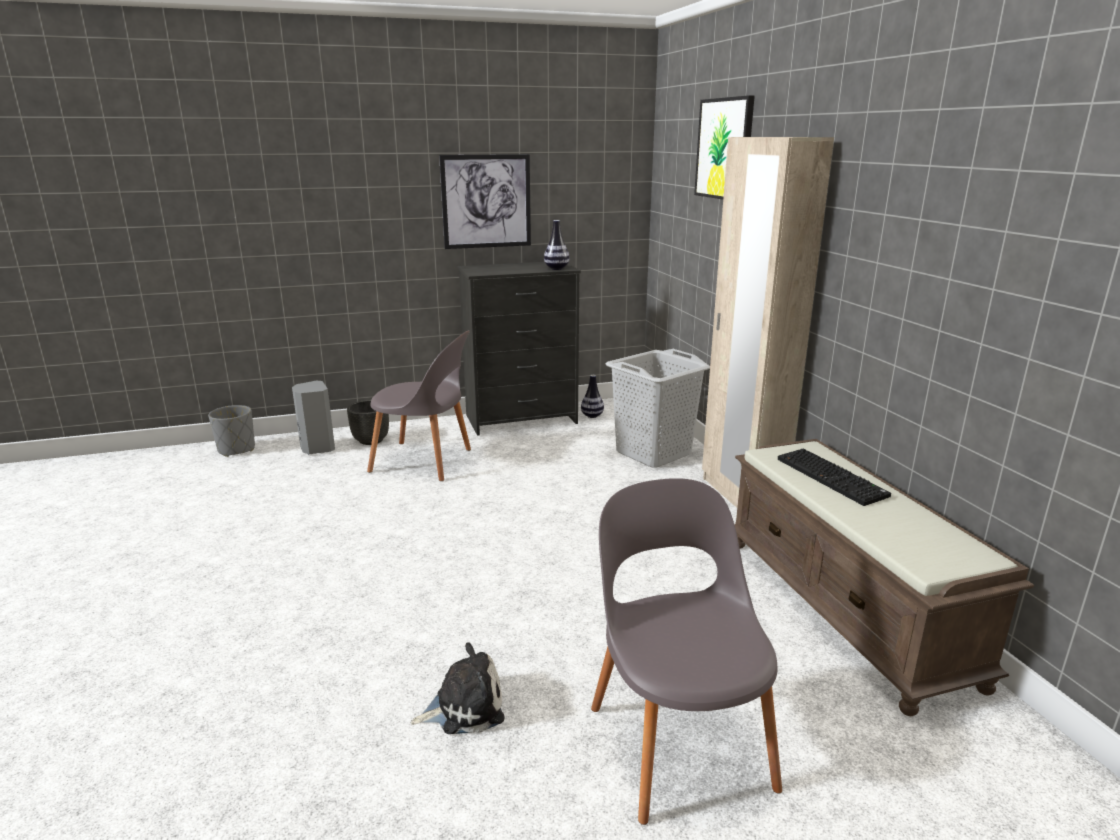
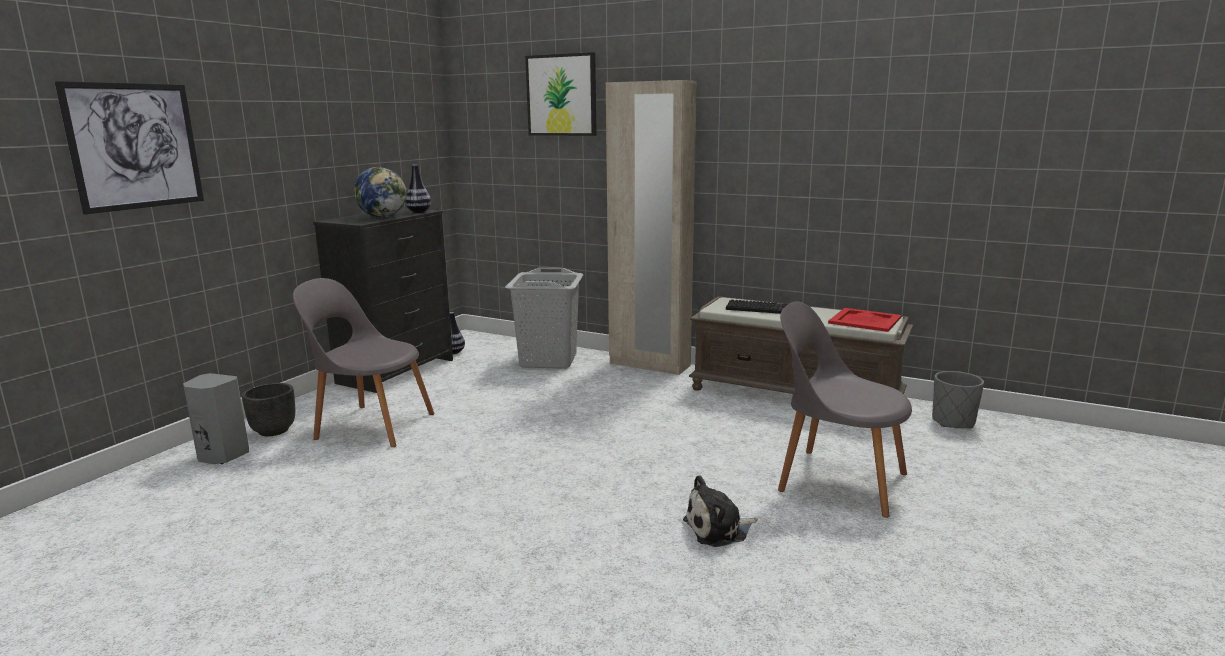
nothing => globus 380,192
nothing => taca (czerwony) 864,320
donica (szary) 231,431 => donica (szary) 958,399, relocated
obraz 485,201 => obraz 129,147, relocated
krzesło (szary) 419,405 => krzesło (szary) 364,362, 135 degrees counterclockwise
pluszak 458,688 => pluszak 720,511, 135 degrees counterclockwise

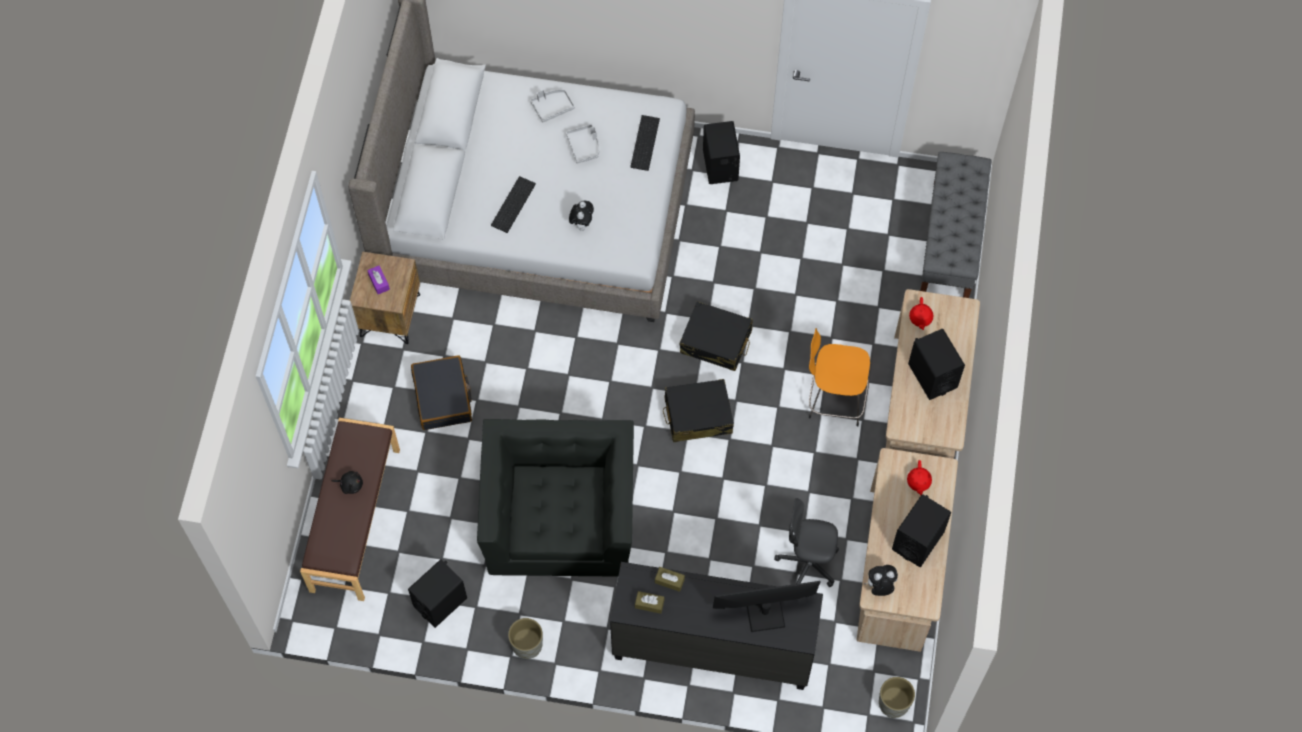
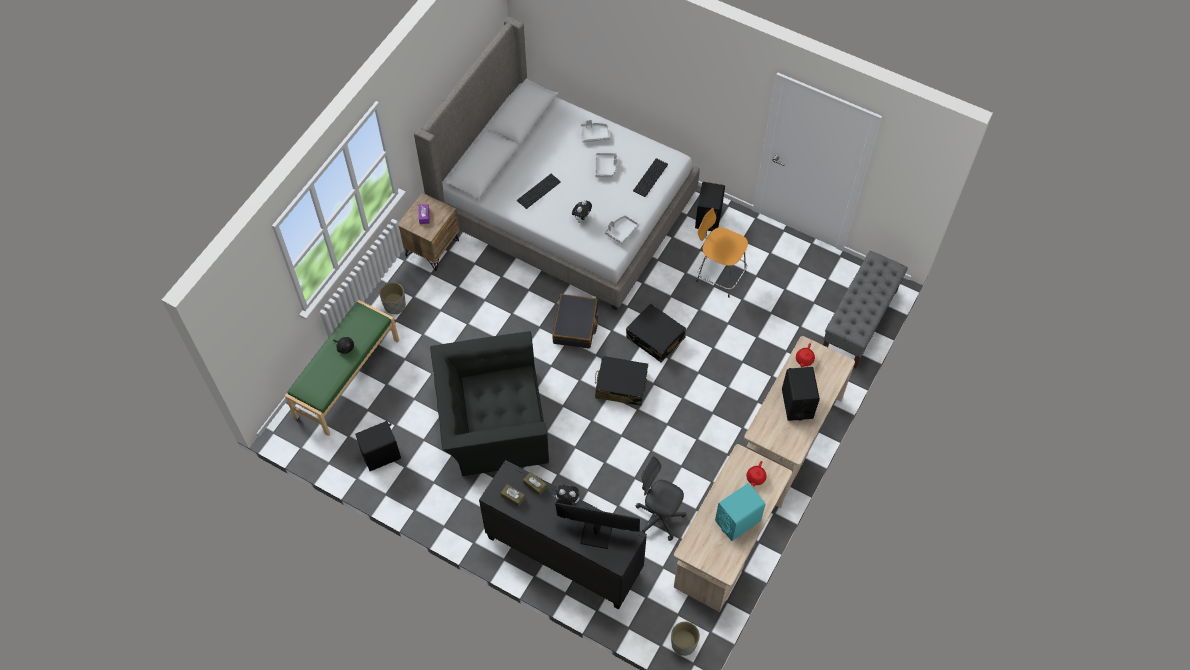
nothing => taca (szary) 622,229
walizka (czarny) 441,392 => walizka (czarny) 575,321, relocated
donica (szary) 525,638 => donica (szary) 392,298, relocated
stołek (pomarańczowy) 839,377 => stołek (pomarańczowy) 722,253, relocated
pluszak 881,580 => pluszak 566,495, relocated
ławka (brązowy) 350,509 => ławka (zielony) 342,368
głośnik (czarny) 921,530 => głośnik (turkusowy) 740,512
fotel (czarny) 555,498 => fotel (czarny) 489,403, 120 degrees counterclockwise

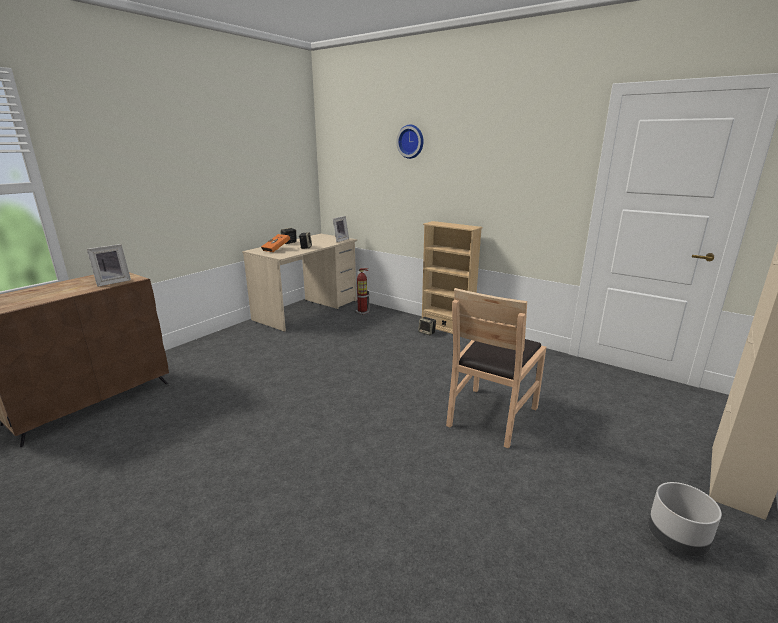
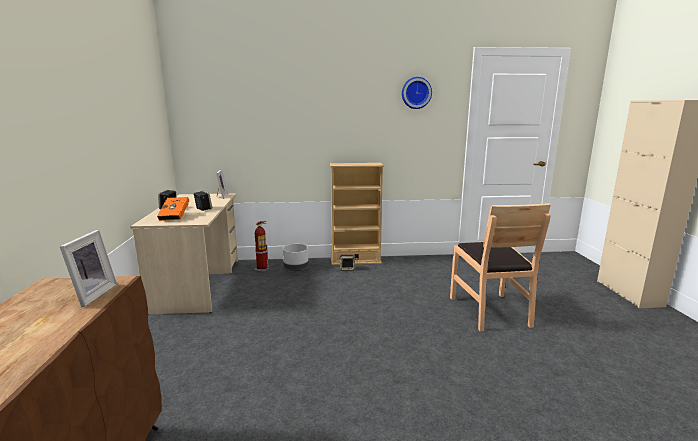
zegar ścienny 410,142 => zegar ścienny 417,93, relocated
donica (szary) 685,519 => donica (szary) 296,257, relocated

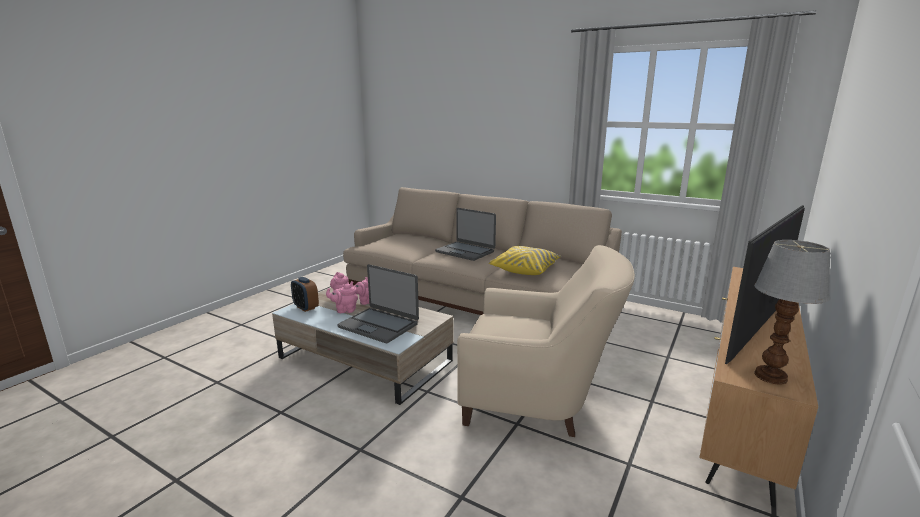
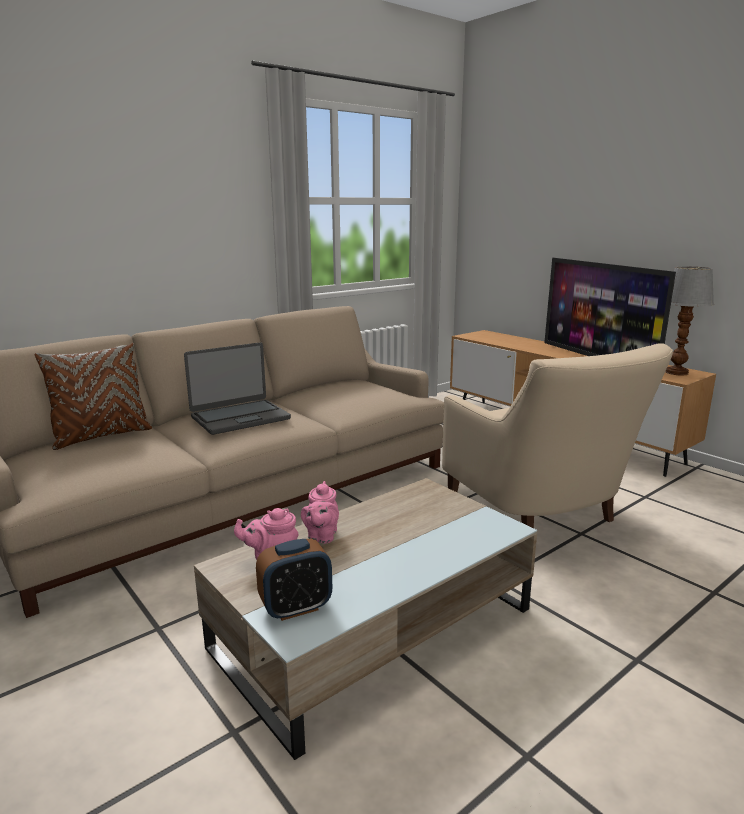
imbryk (różowy) 342,298 => nothing
laptop 378,303 => nothing
poduszka (żółty) 525,260 => nothing
nothing => poduszka (brązowy) 93,396
fotel (beżowy) 546,341 => fotel (beżowy) 557,435, 120 degrees clockwise

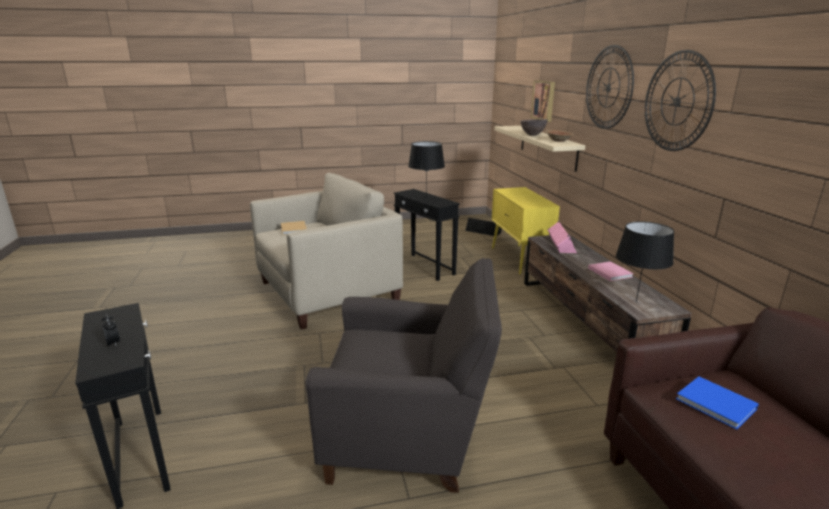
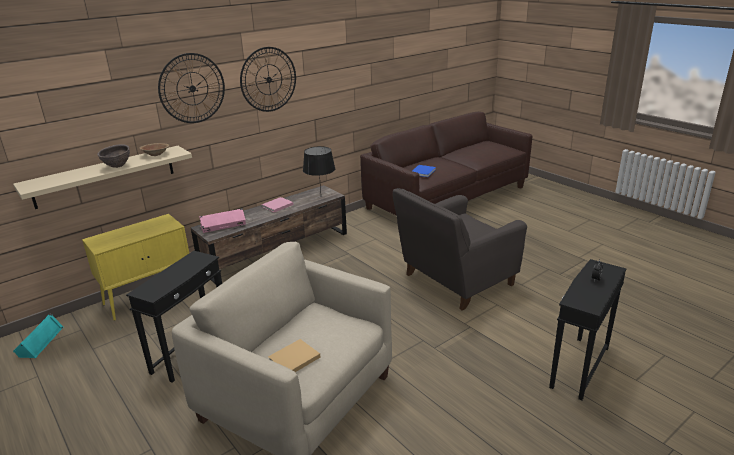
lampa stołowa (czarny) 426,170 => nothing
obraz 543,101 => nothing
głośnik (czarny) 483,227 => głośnik (turkusowy) 38,335
fotel (szary) 403,375 => fotel (szary) 460,249, 105 degrees counterclockwise

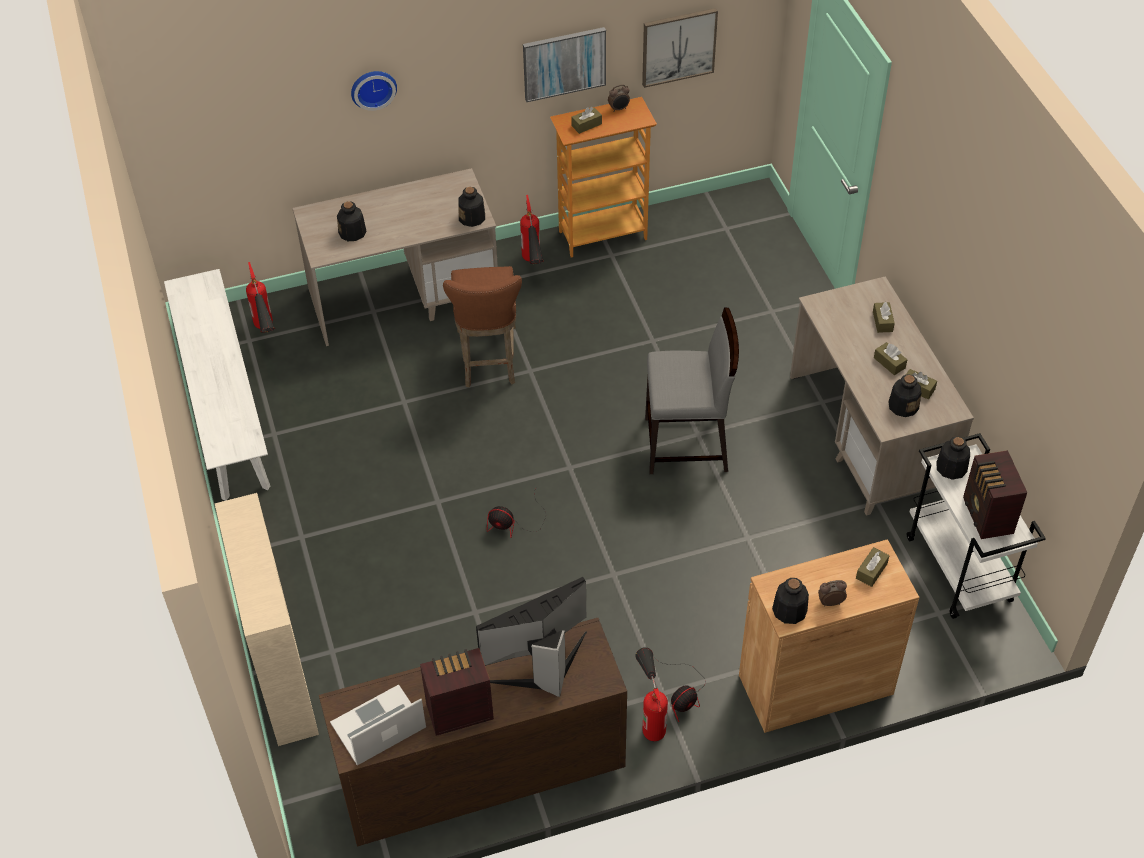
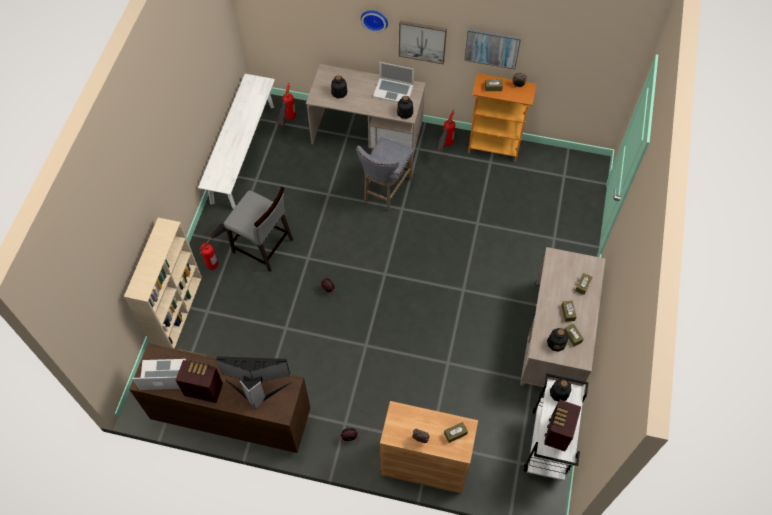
butelka 790,601 => nothing
nothing => laptop 393,82
gaśnica 652,694 => gaśnica 213,246, relocated
obraz 680,48 => obraz 423,42, relocated
krzesło (szary) 692,390 => krzesło (szary) 258,229, relocated
stołek (brązowy) 482,326 => stołek (szary) 384,174

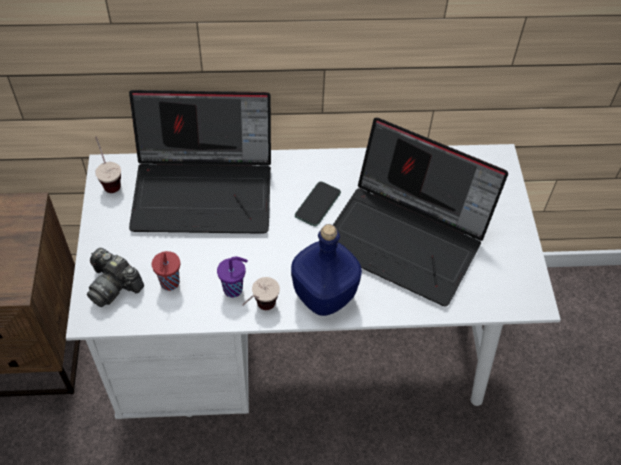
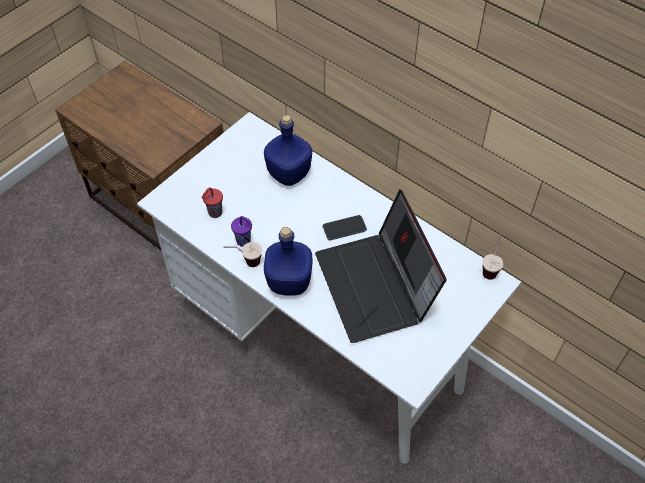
aparat fotograficzny 115,277 => nothing
filiżanka 108,165 => filiżanka 492,256, relocated
laptop 200,162 => butelka (niebieski) 288,150

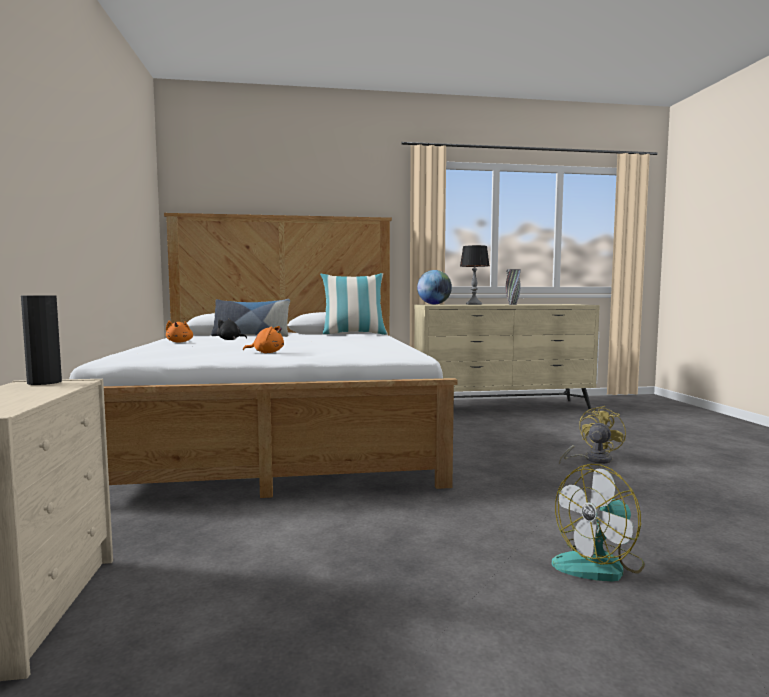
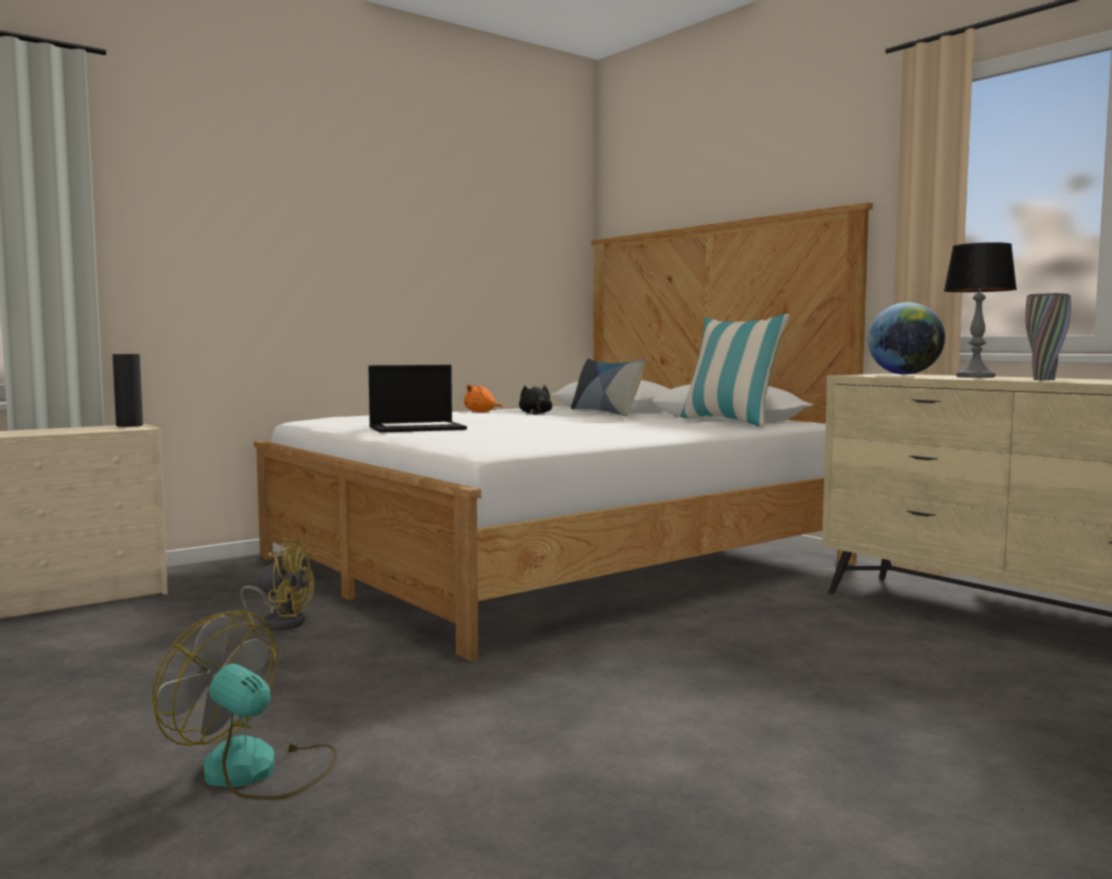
wentylator (żółty) 592,435 => wentylator (żółty) 277,584, relocated
pluszak (pomarańczowy) 263,339 => laptop 417,399

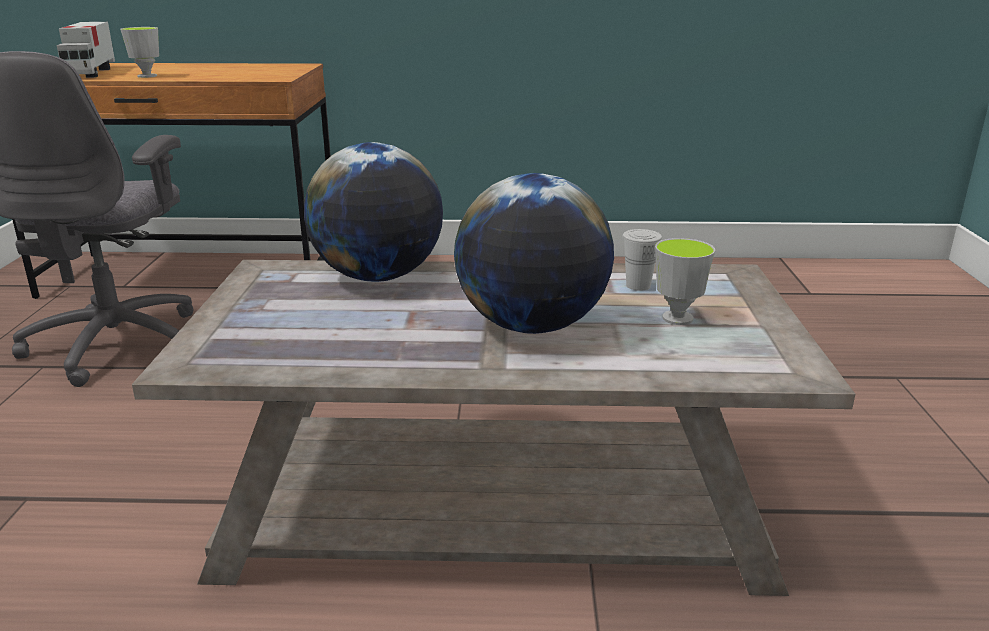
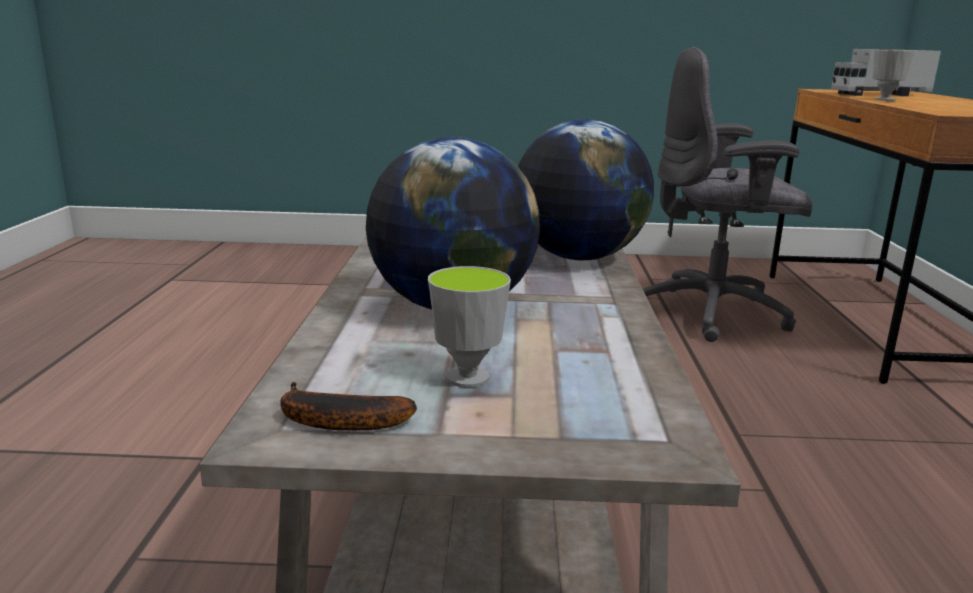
filiżanka (biały) 642,260 => nothing
nothing => banan 348,406

